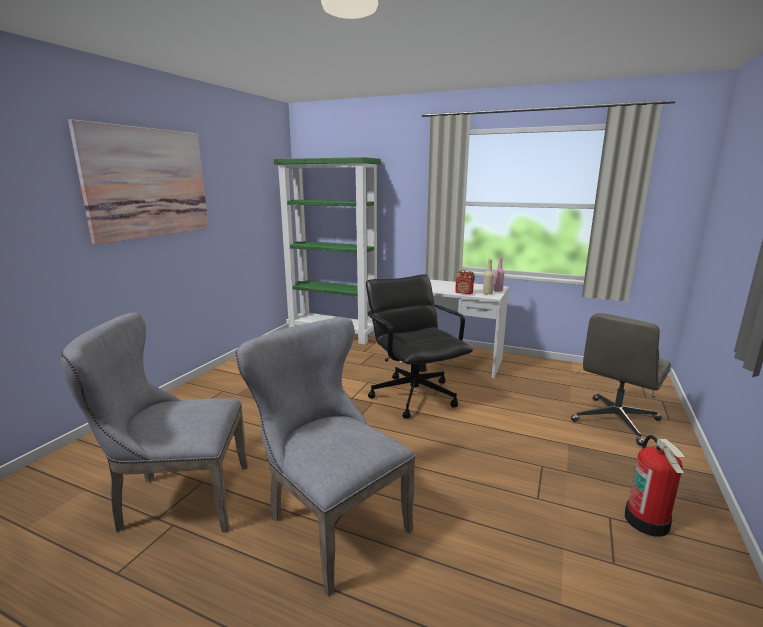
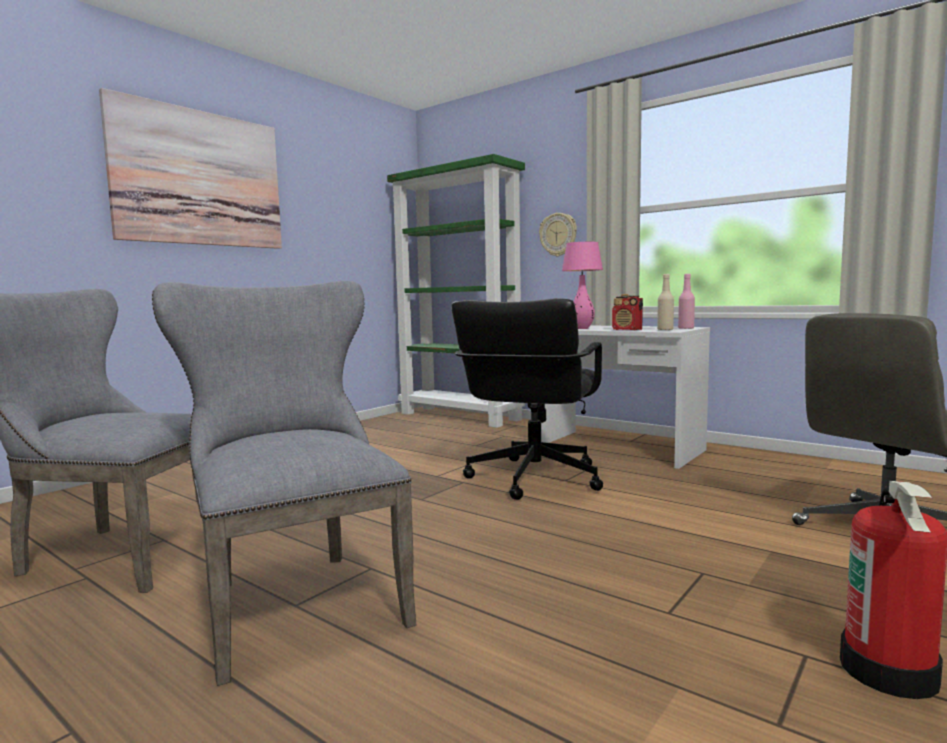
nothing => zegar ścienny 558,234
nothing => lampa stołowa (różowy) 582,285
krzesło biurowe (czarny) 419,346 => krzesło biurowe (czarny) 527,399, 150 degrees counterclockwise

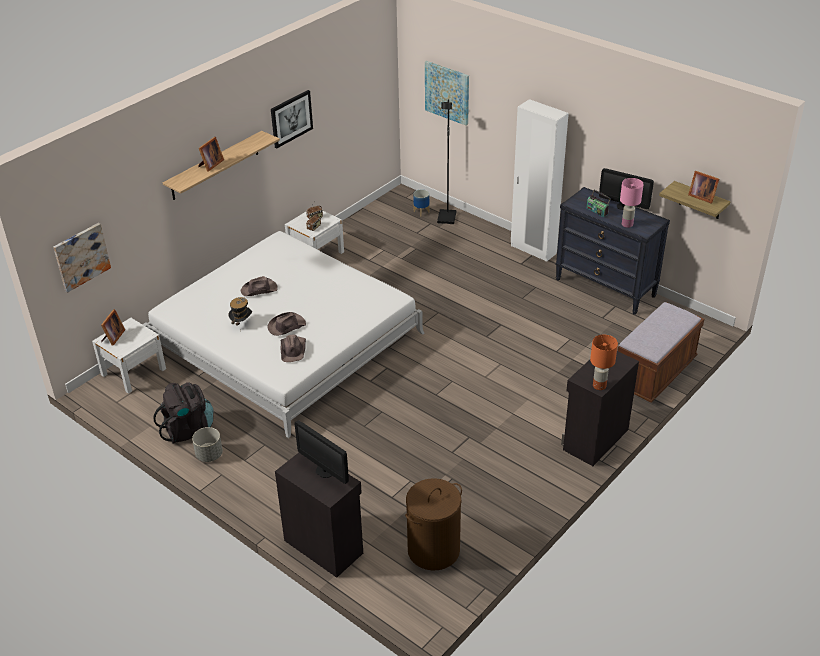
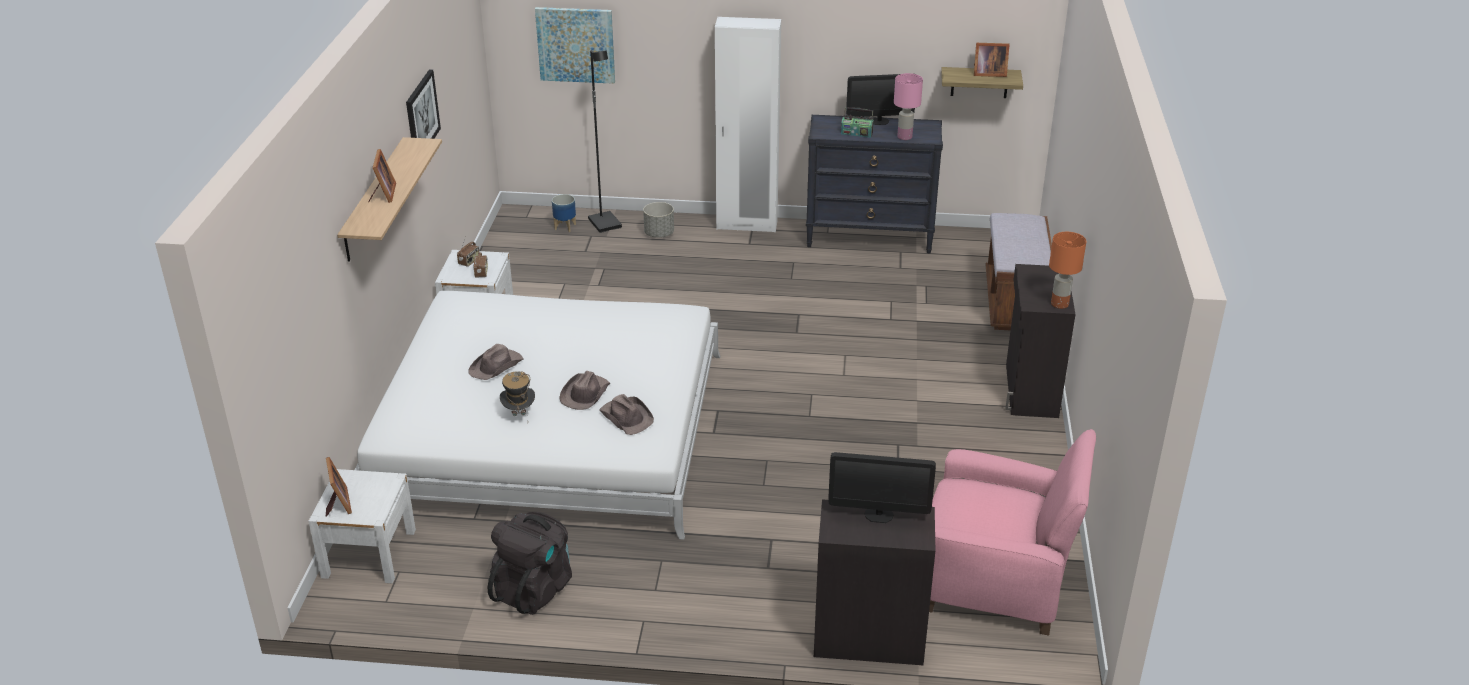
obraz 82,258 => nothing
donica (szary) 207,444 => donica (szary) 658,220, relocated
kosz na pranie (brązowy) 433,524 => fotel (różowy) 1012,532

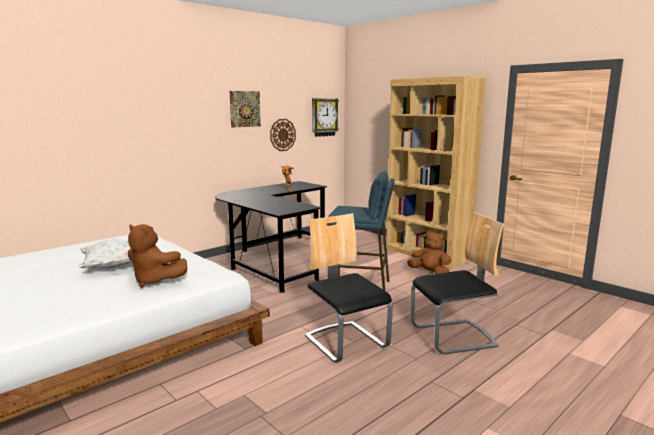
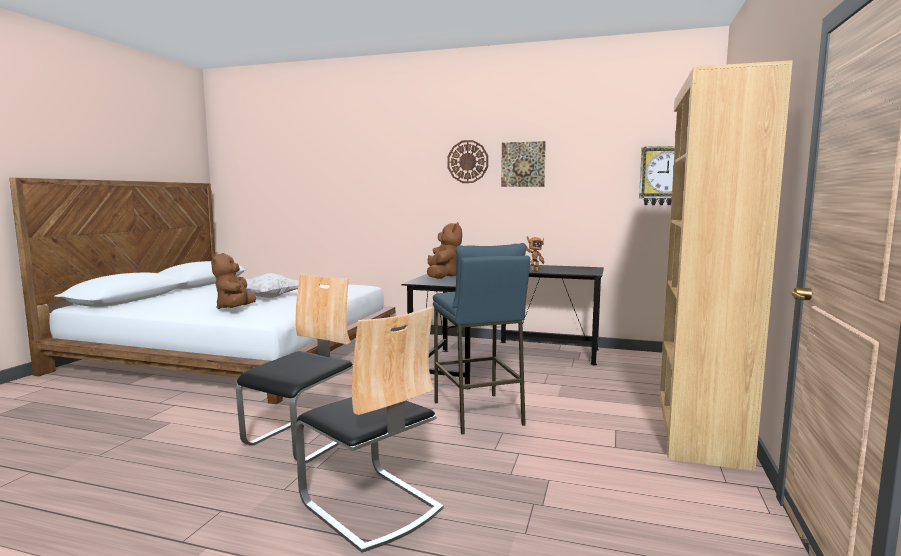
zegar ścienny 283,135 => zegar ścienny 468,161, relocated
pluszak (brązowy) 429,252 => pluszak (brązowy) 444,250, relocated

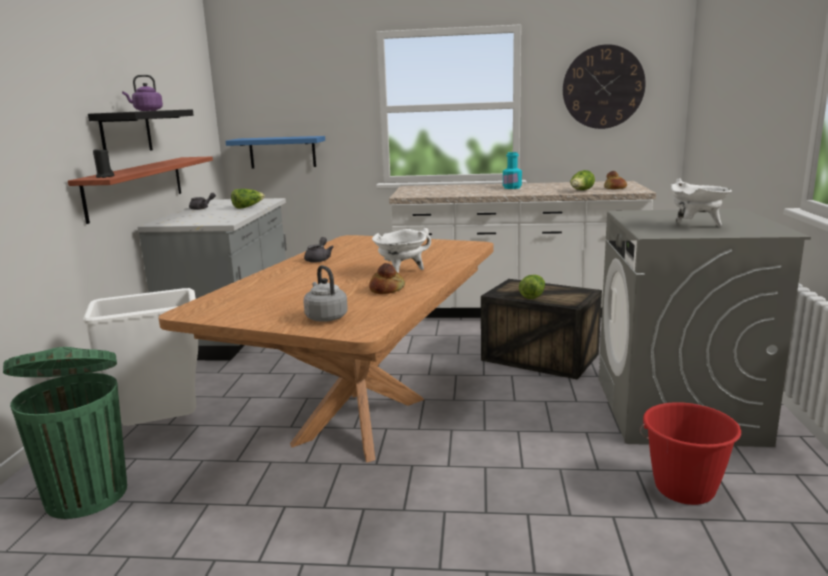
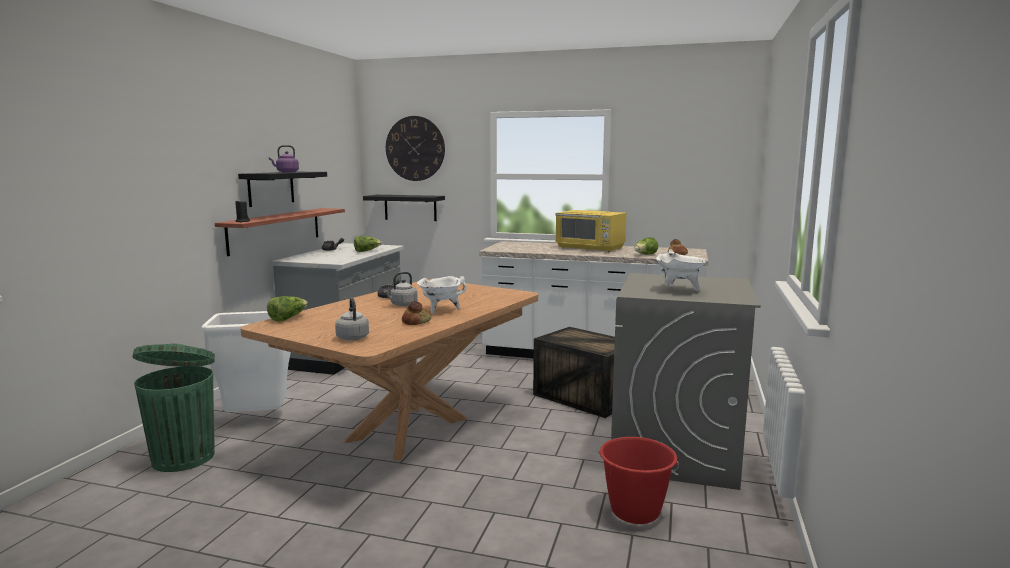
nothing => czajnik (szary) 400,289
sałata 532,287 => sałata 287,309, relocated
zegar ścienny 604,86 => zegar ścienny 415,148, relocated
butelka (turkusowy) 512,170 => mikrofalówka (żółty) 590,231
półka (niebieski) 275,152 => półka (czarny) 404,208

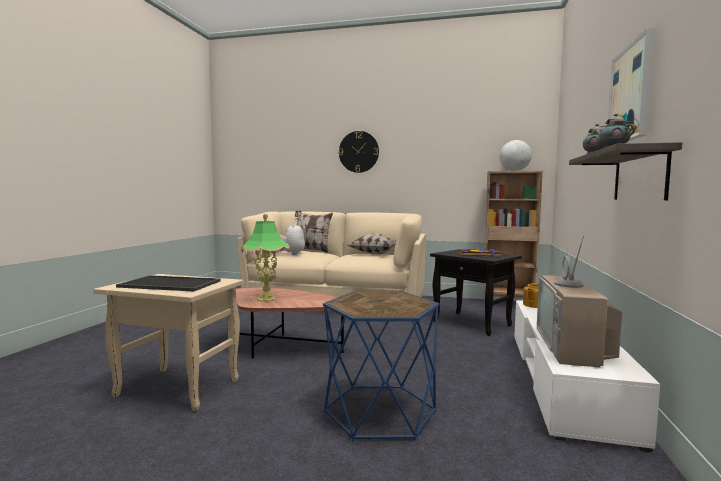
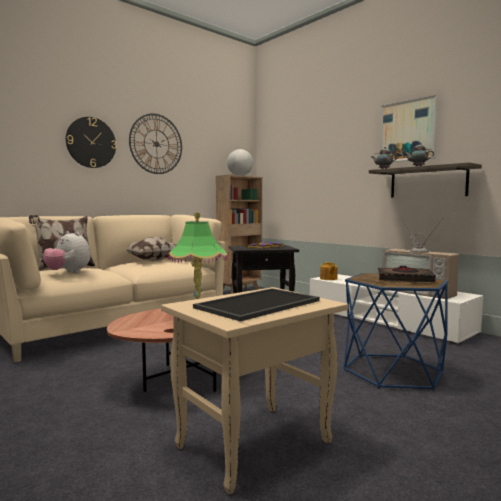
nothing => zegar ścienny 155,143
nothing => książka (czarny) 407,274

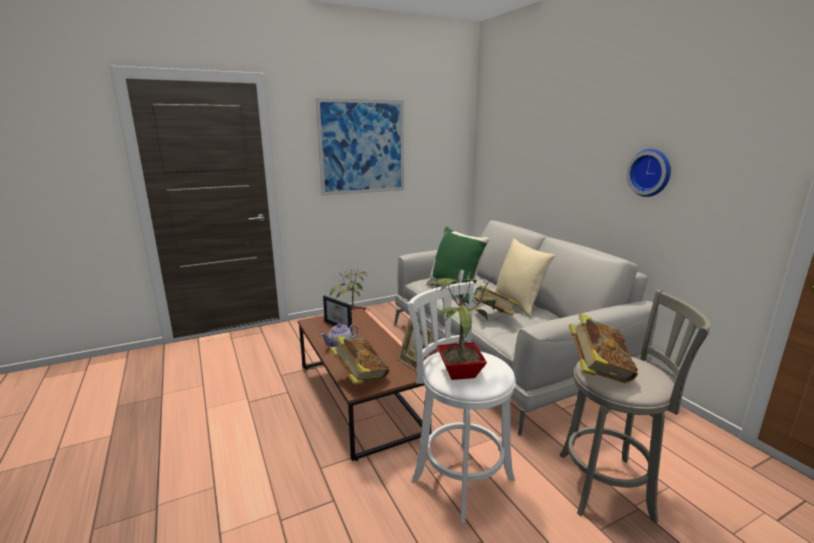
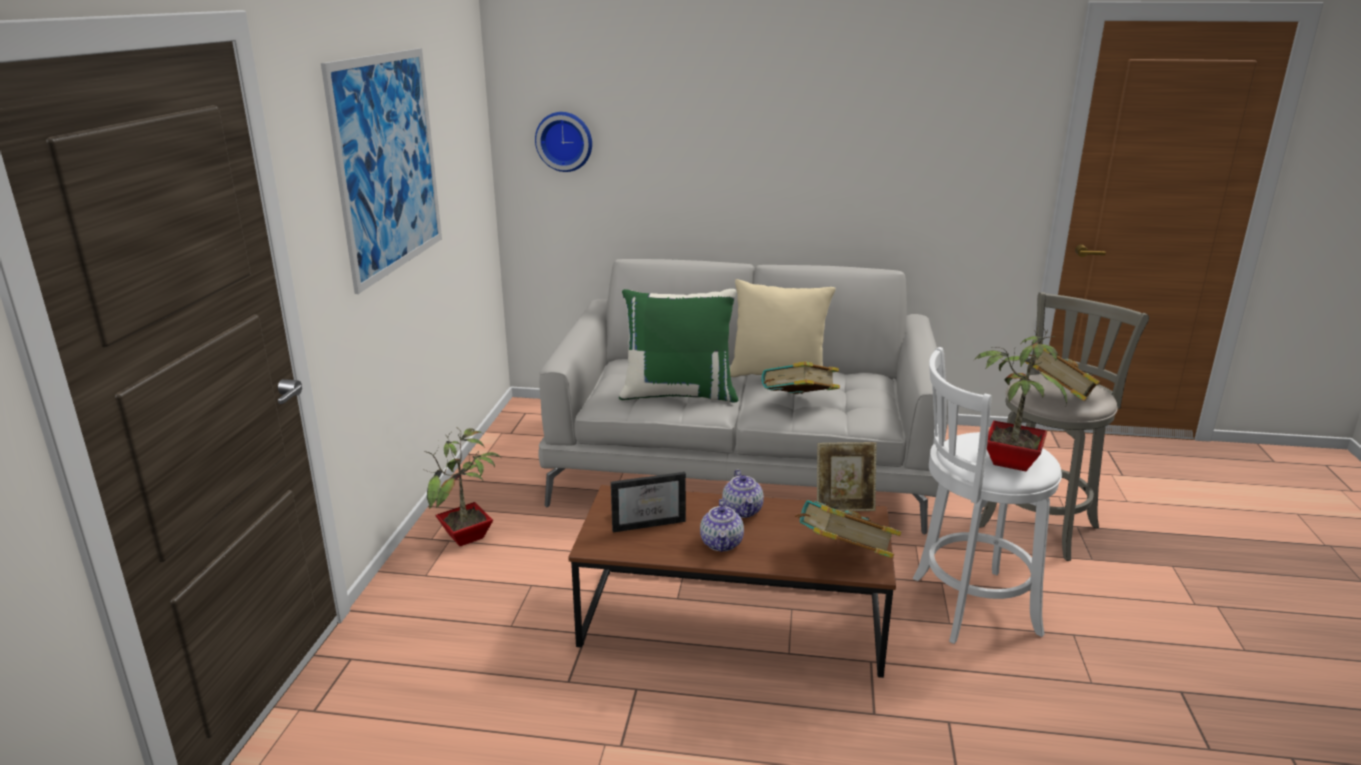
nothing => imbryk 743,494
zegar ścienny 648,173 => zegar ścienny 563,142, relocated

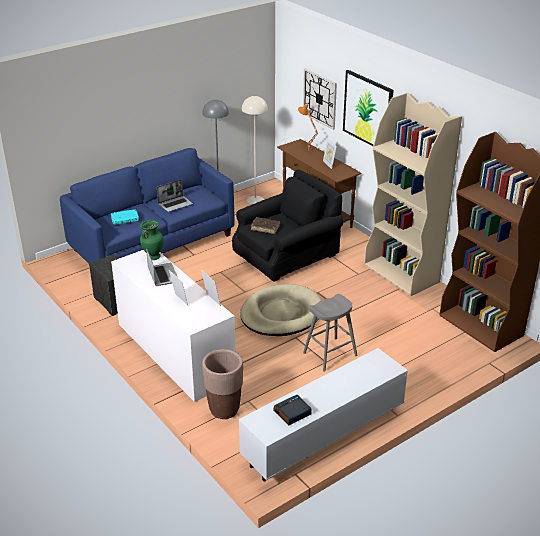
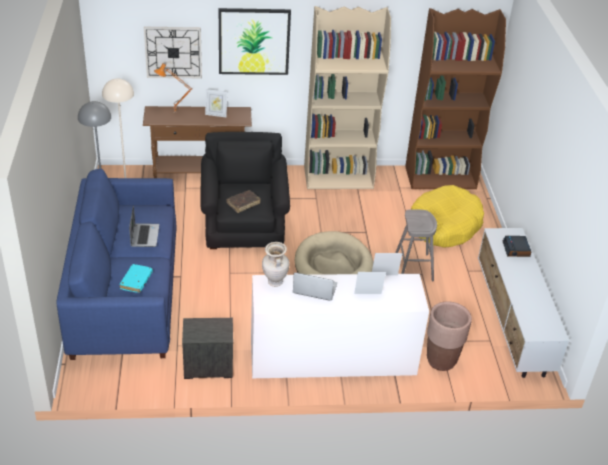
nothing => legowisko (żółty) 447,216
budzik 292,410 => budzik 517,246, relocated
wazon (zielony) 152,240 => wazon (beżowy) 275,264

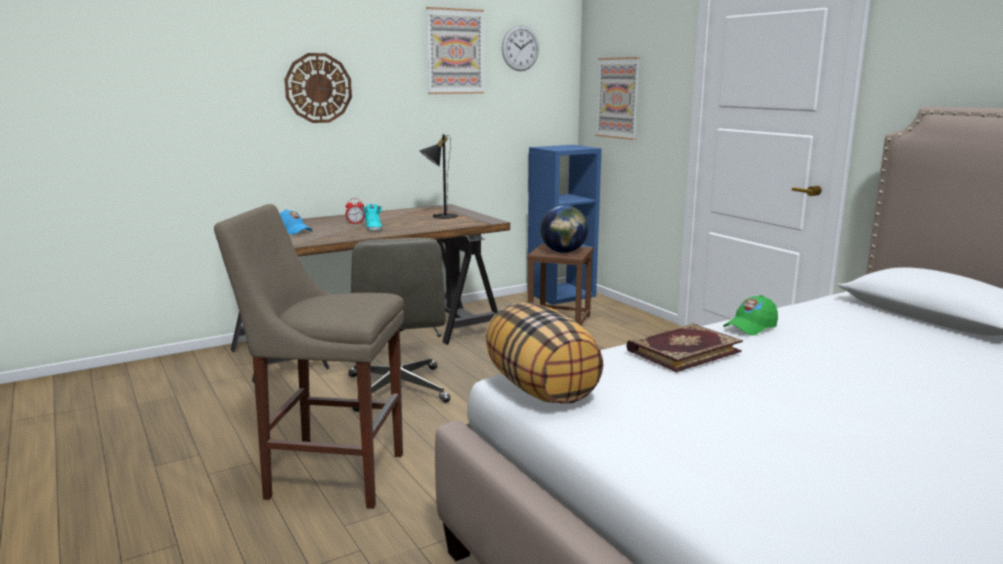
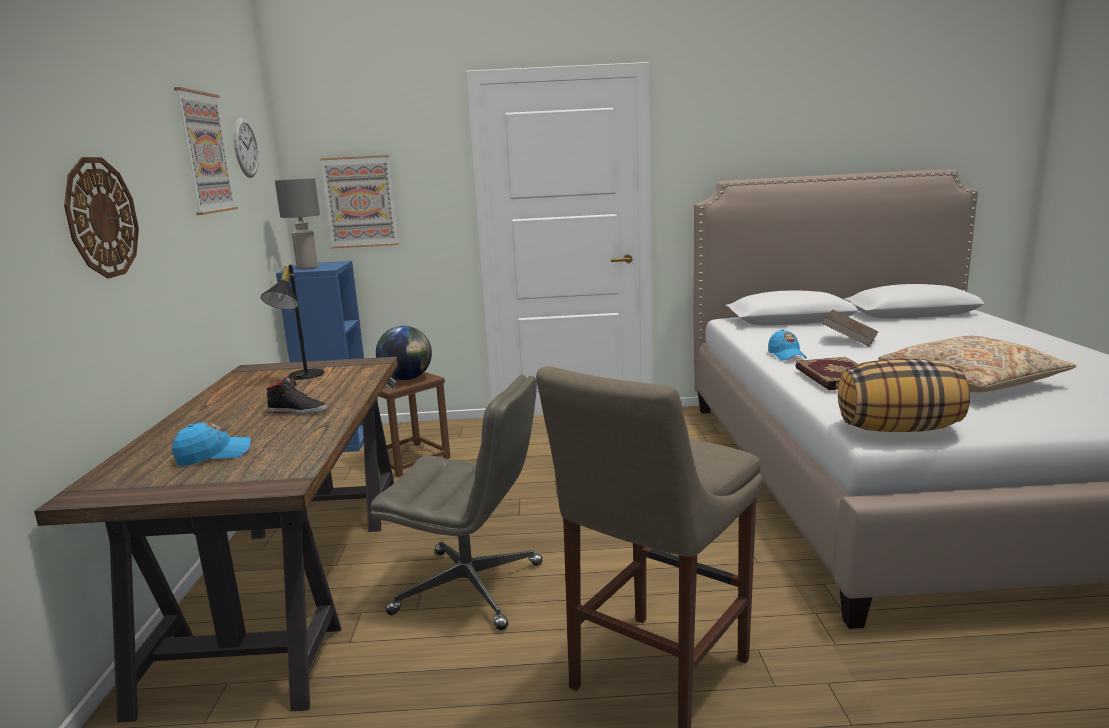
budzik 355,211 => nothing
nothing => lampa stołowa (szary) 297,224
nothing => książka (brązowy) 850,328
nothing => poduszka (beżowy) 977,364
but (turkusowy) 372,217 => but (czarny) 296,395
czapka z daszkiem (zielony) 750,315 => czapka z daszkiem (niebieski) 787,345

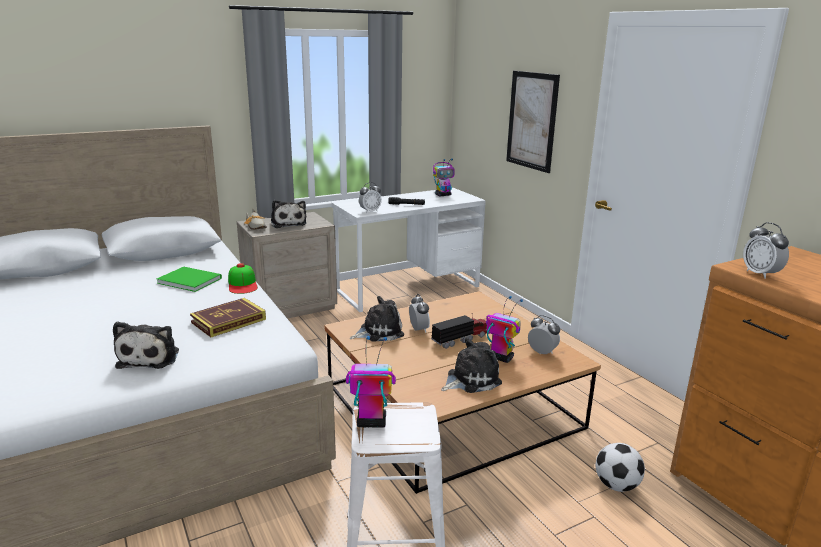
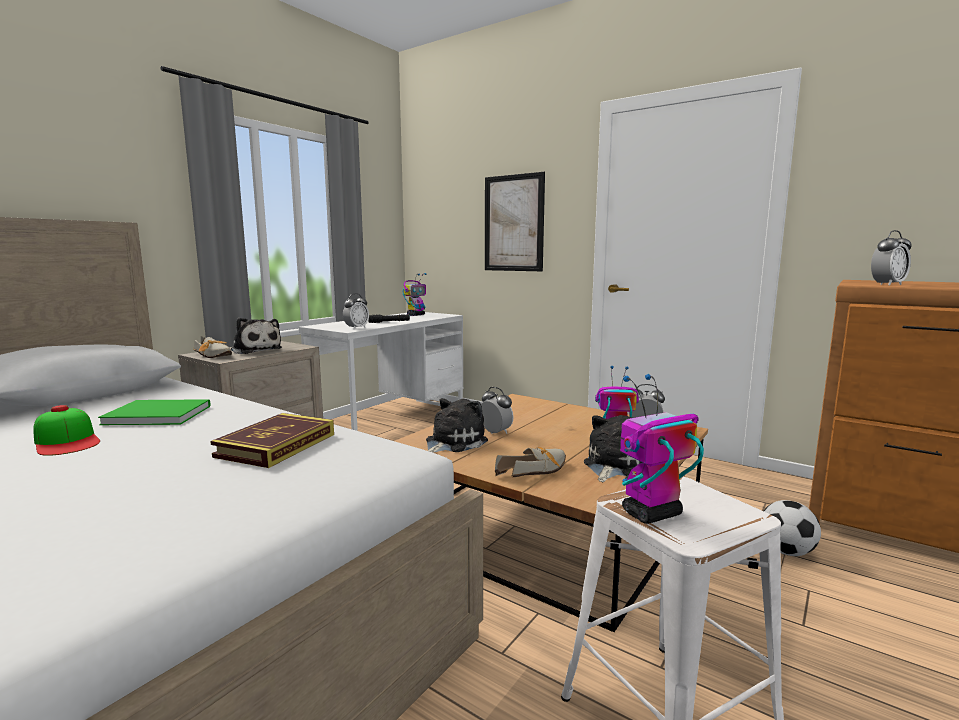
pluszak 146,345 => nothing
ciężarówka zabawkowa 460,332 => nothing
nothing => but 530,462
czapka z daszkiem 243,278 => czapka z daszkiem 66,430, relocated
budzik 766,250 => budzik 891,258, 75 degrees counterclockwise

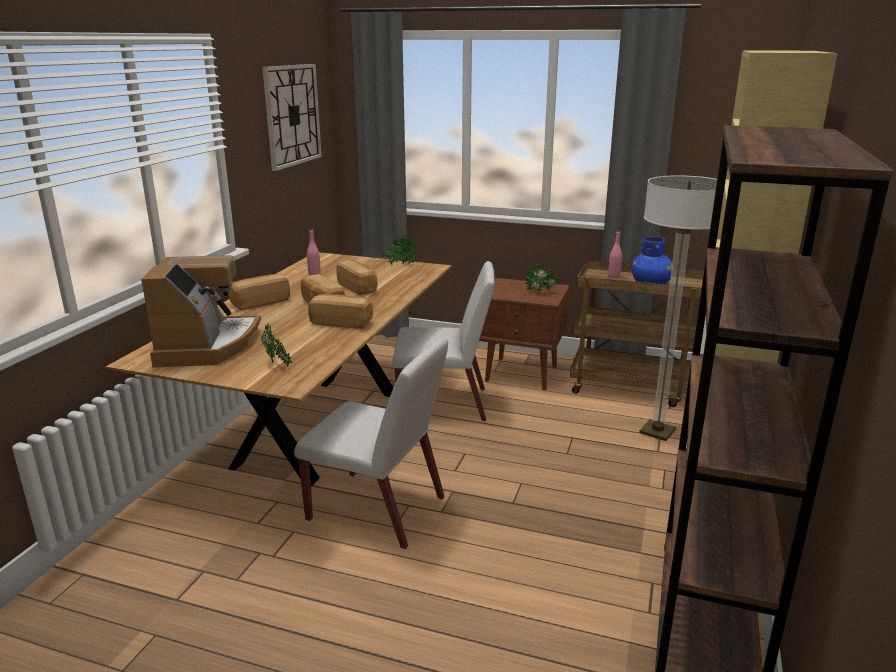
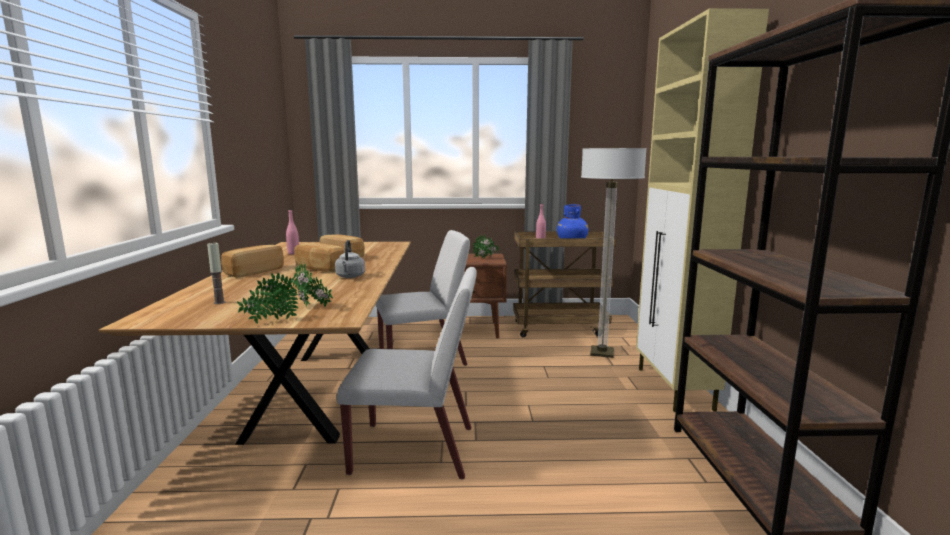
zegar ścienny 292,117 => nothing
roślina doniczkowa 399,250 => roślina doniczkowa 267,298, relocated
ekspres do kawy 201,311 => świeca 216,273
chleb 340,311 => czajnik (szary) 350,259

